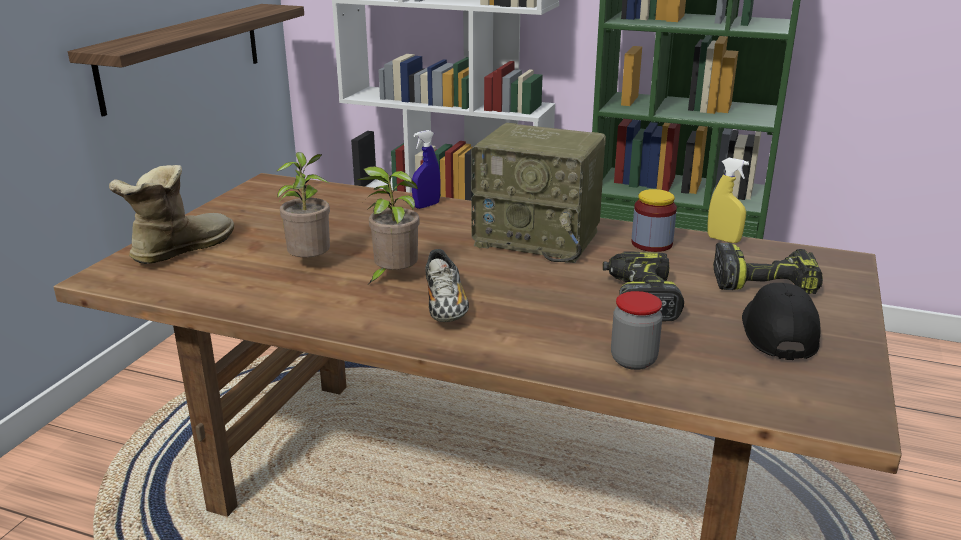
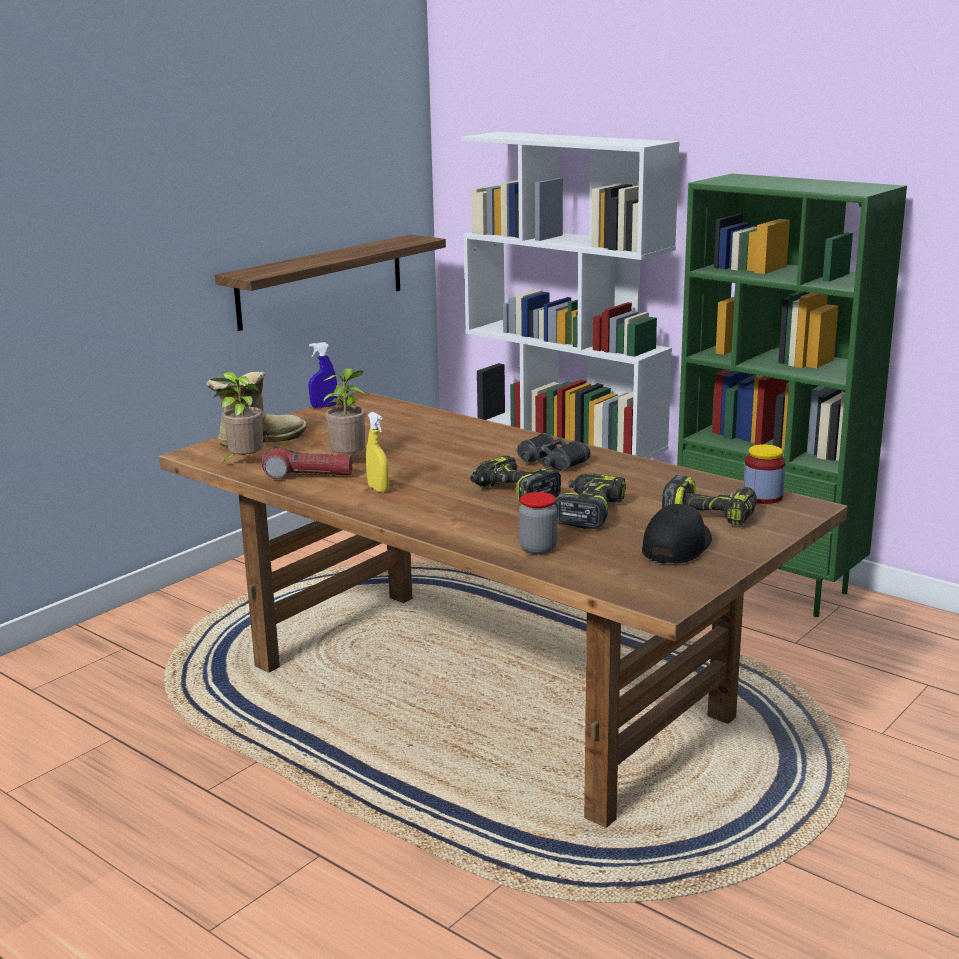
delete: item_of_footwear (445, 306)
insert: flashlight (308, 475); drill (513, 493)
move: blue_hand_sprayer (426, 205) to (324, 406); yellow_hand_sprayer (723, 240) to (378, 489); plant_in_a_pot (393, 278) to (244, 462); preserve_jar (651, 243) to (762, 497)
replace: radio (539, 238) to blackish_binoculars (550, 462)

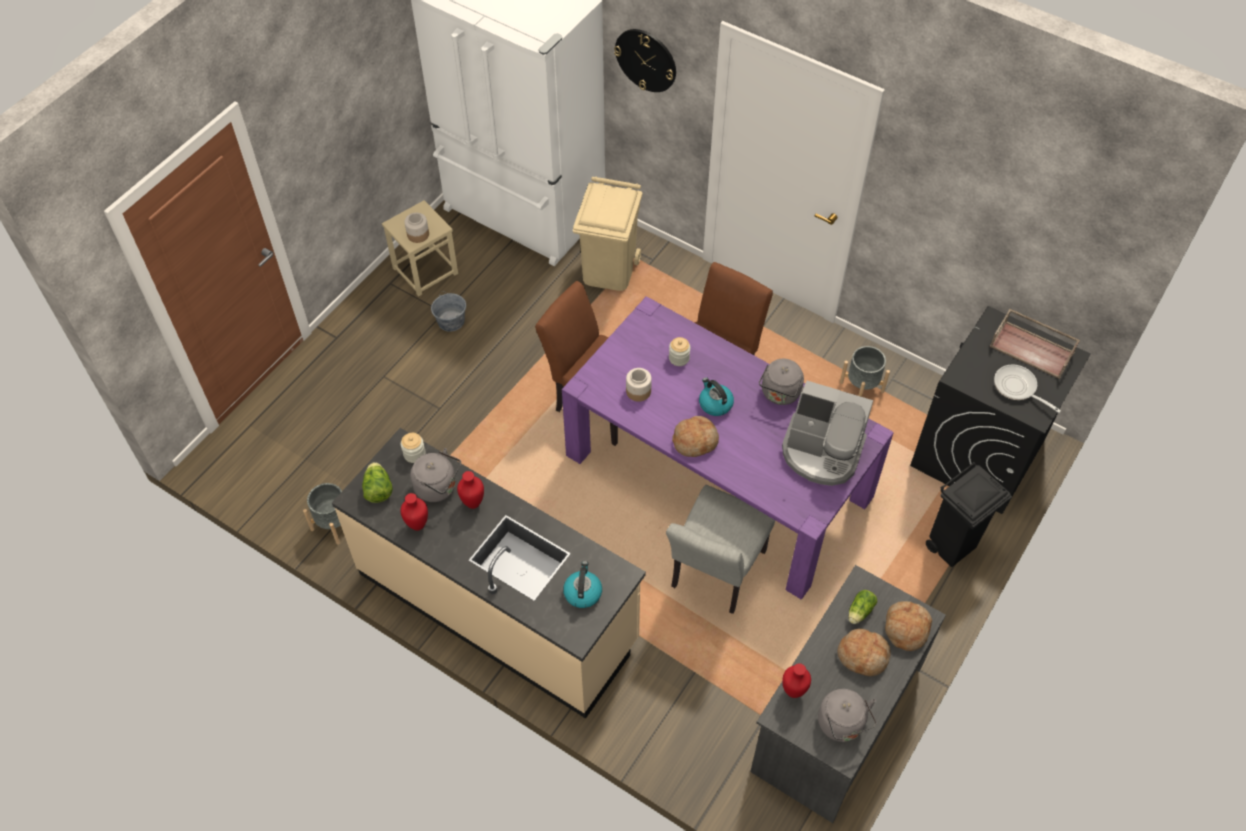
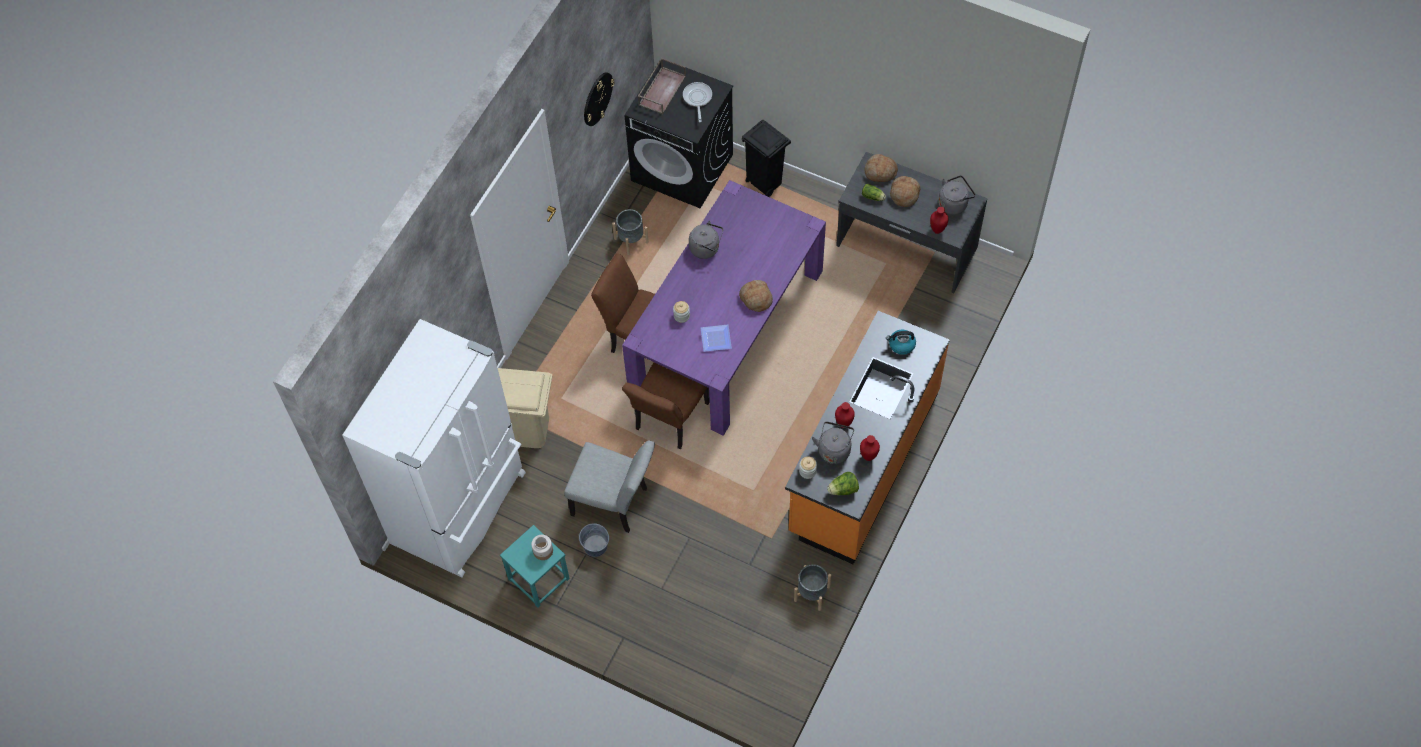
delete: tea_kettle (715, 404); coffee_machine (822, 452)
move: wall_clock (646, 60) to (597, 98); greyish_plain_chair (714, 575) to (615, 503)
replace: preserve_jar (638, 391) to dinner_plate (717, 339)
recolor: beige_sitting_stool (425, 270) to blue-green_sitting_stool (538, 579); beige_counter (498, 606) to orange_counter (862, 462)
rotate: frying_pan (1017, 388) = (697, 99) 135 degrees clockwise

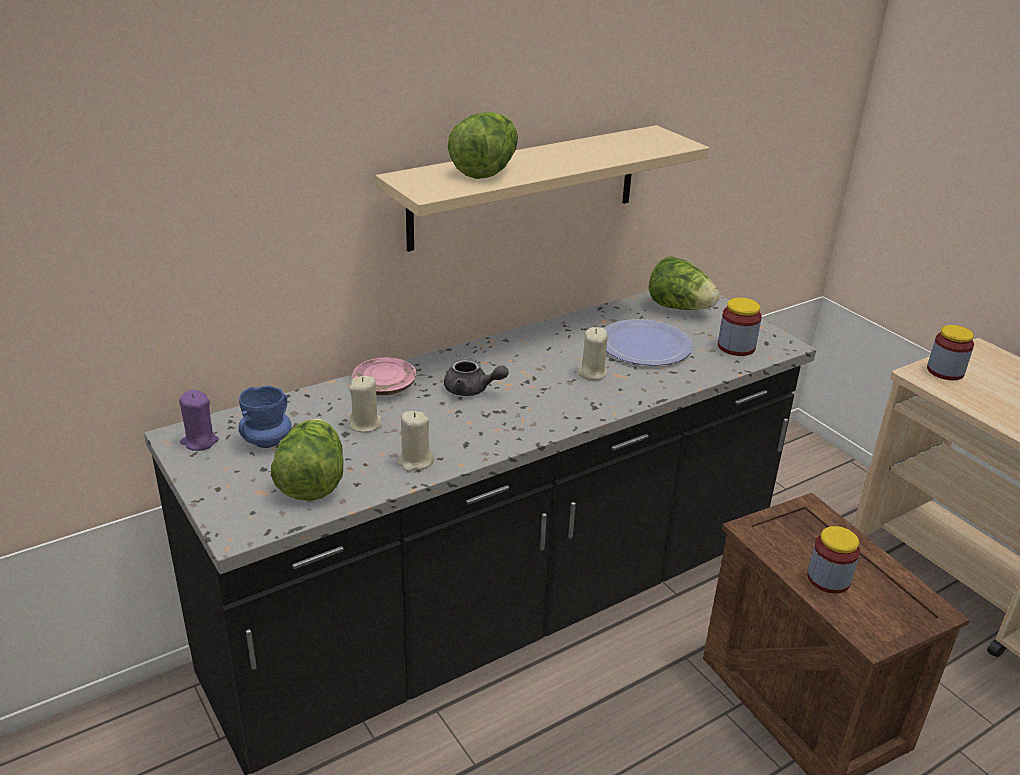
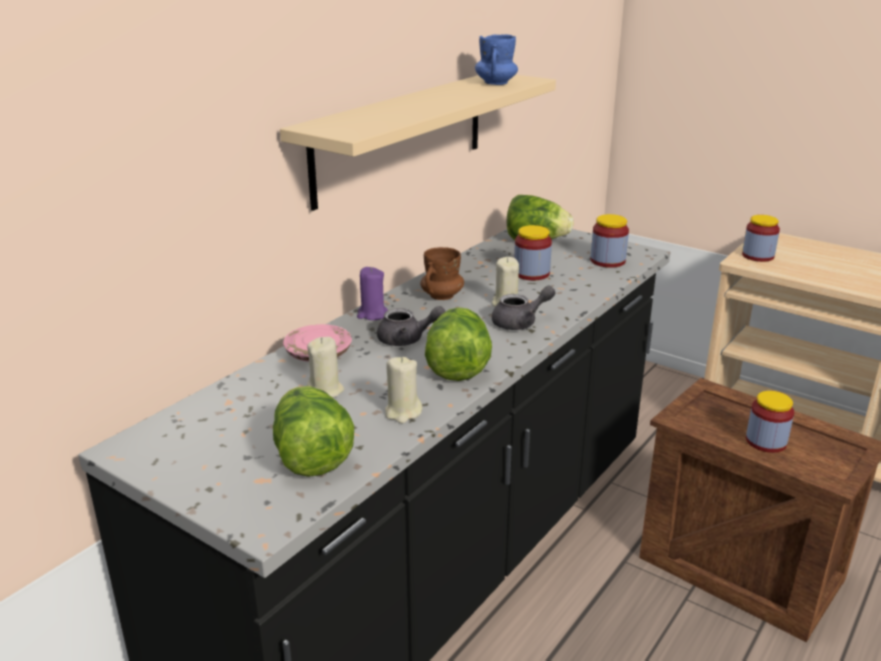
insert: brown_coffee_mug (442, 296); greyish_pot_for_tea (520, 323)
move: lettuce_head (486, 171) to (457, 367); blue_coffee_mug (266, 440) to (495, 83); purple-coloured_wax_candle (199, 441) to (372, 314)
replace: dinner_plate (645, 345) to preserve_jar (531, 273)

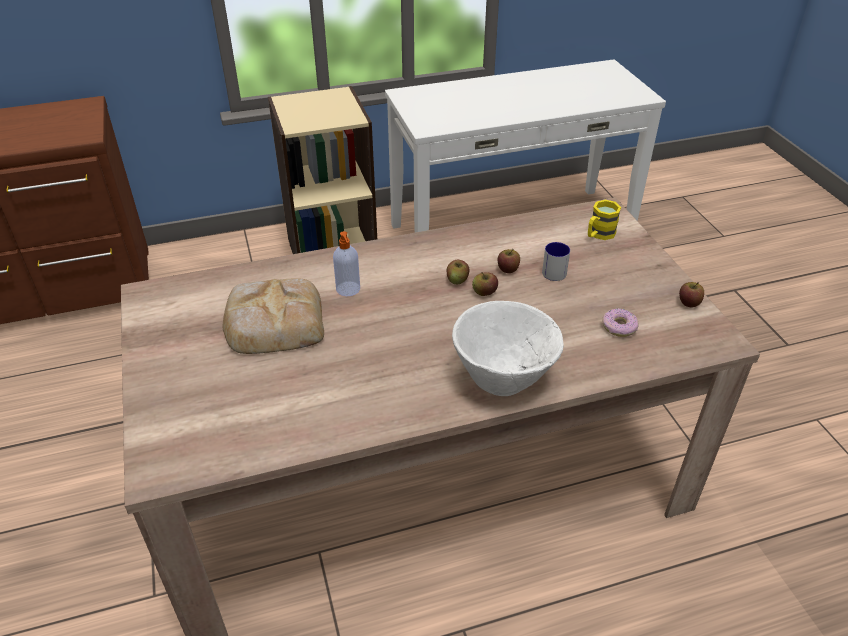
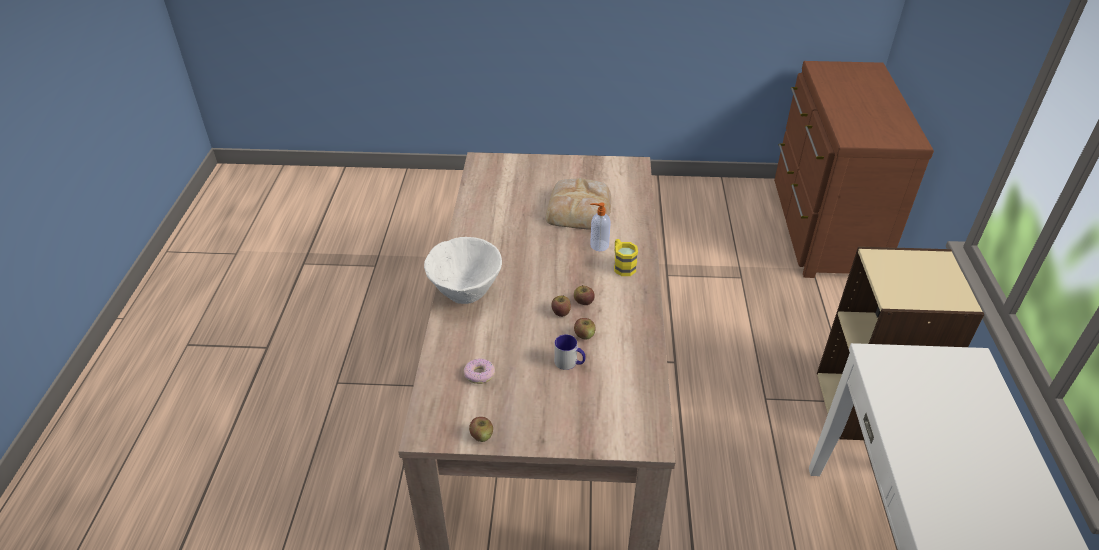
move: yellow_coffee_mug (598, 234) to (622, 265)

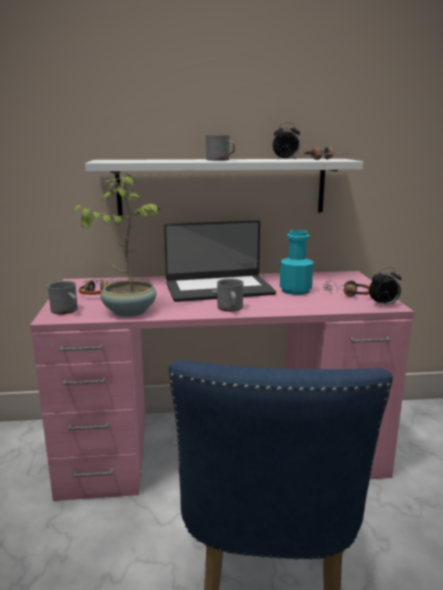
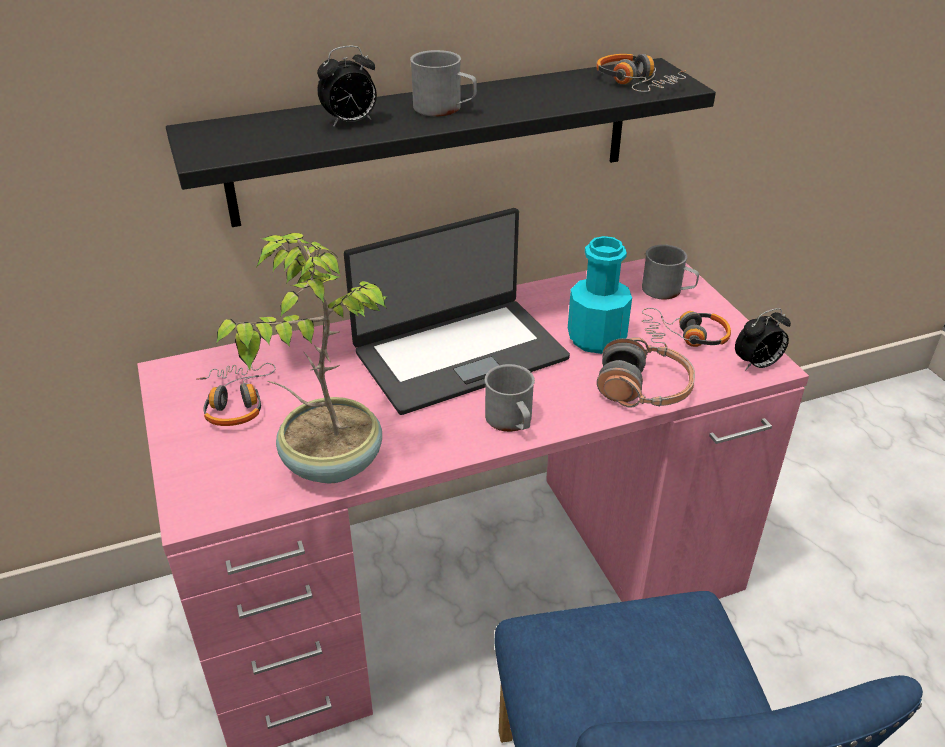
insert: headset (644, 389)
move: table_clock (285, 159) to (350, 122); greyish_coffee_mug (66, 311) to (667, 291)
recolor: whitish_shelf (222, 186) to blackish_shelf (434, 141)

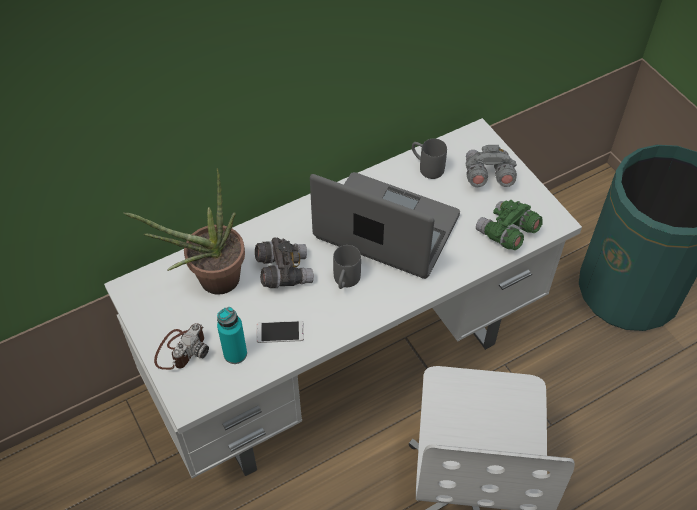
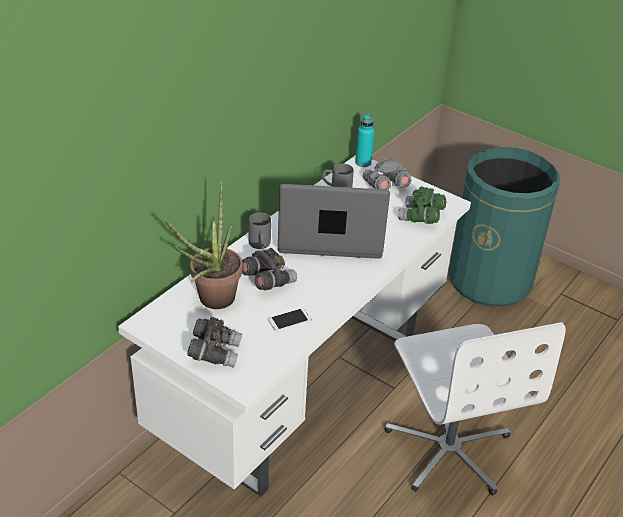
move: greyish_coffee_mug (345, 282) to (260, 246); blue-green_drink_bottle (235, 354) to (363, 162)
replace: still_camera (181, 349) to greyish_binoculars (215, 352)

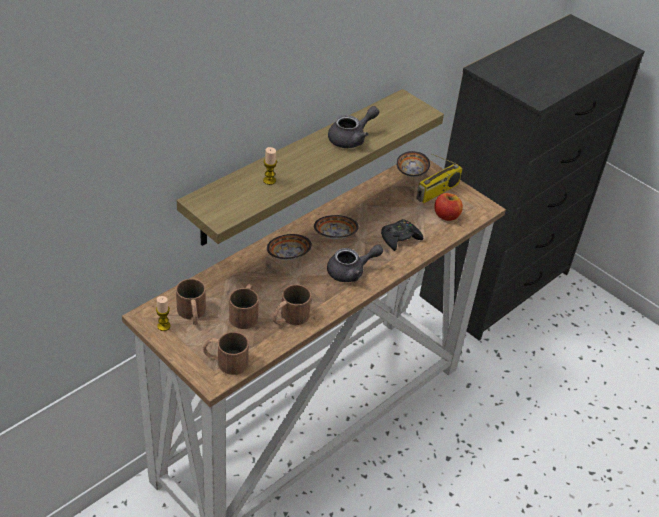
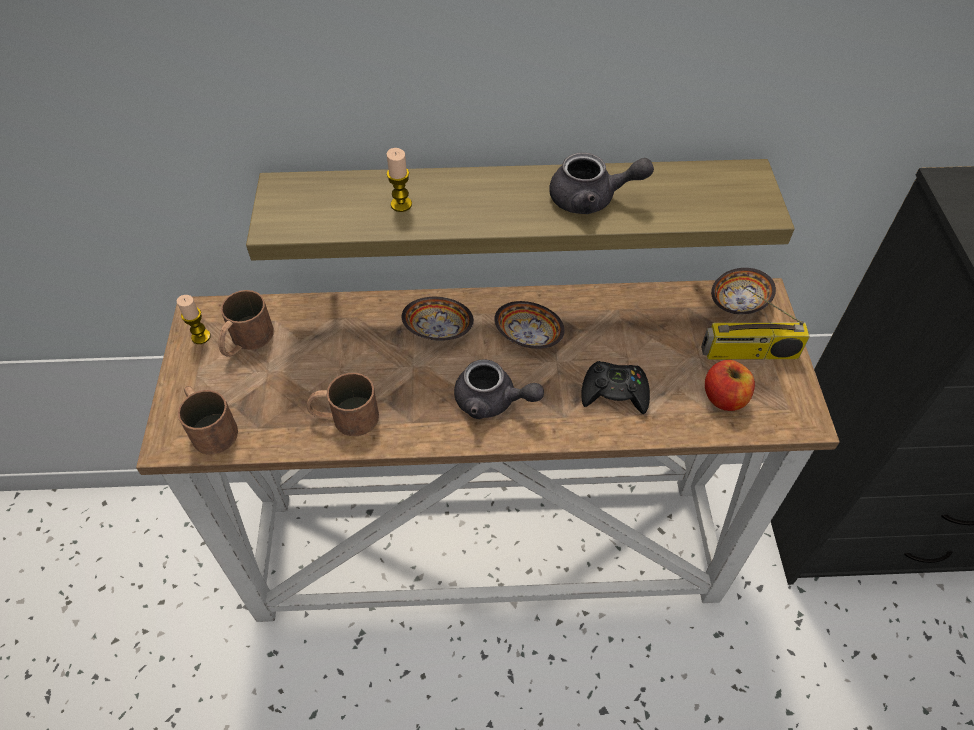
delete: brown_coffee_mug (245, 313)

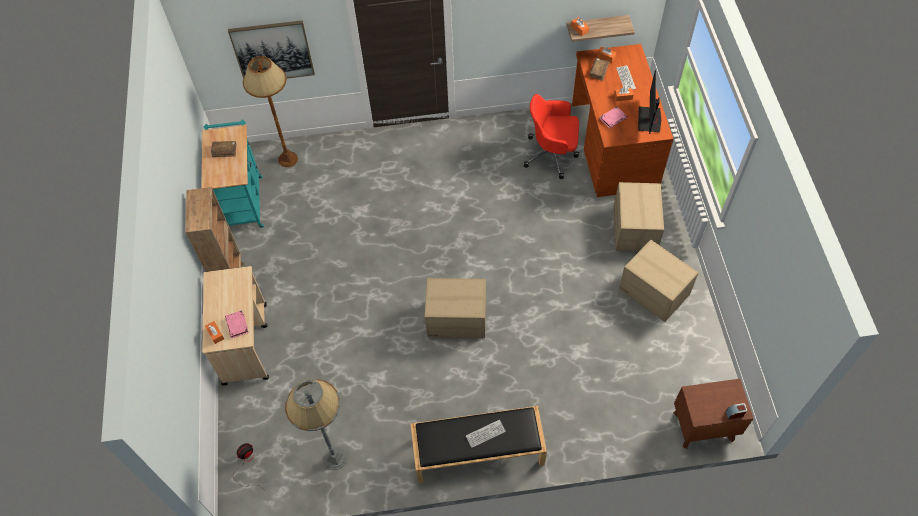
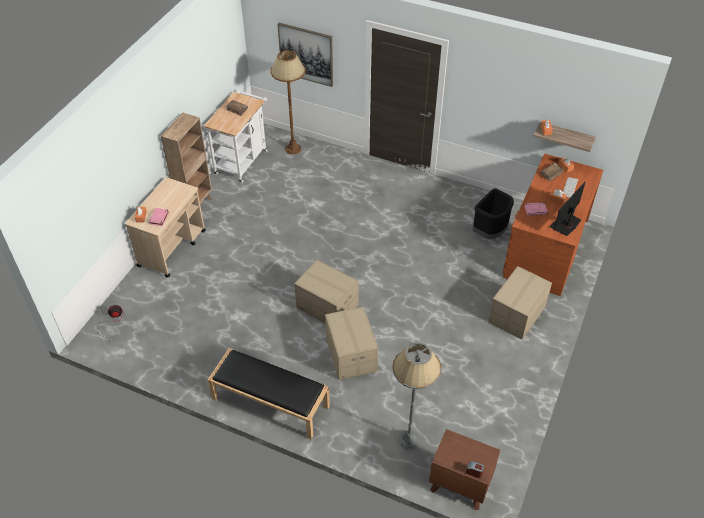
delete: computer_keyboard (485, 434)
move: carton (653, 291) to (350, 354); greyish_standard_lamp (334, 458) to (409, 439)
replace: red_office_chair (552, 154) to blackish_rubbish_bin (490, 232)
recolor: blue-green_trolley (242, 200) to whitish_trolley (242, 160)

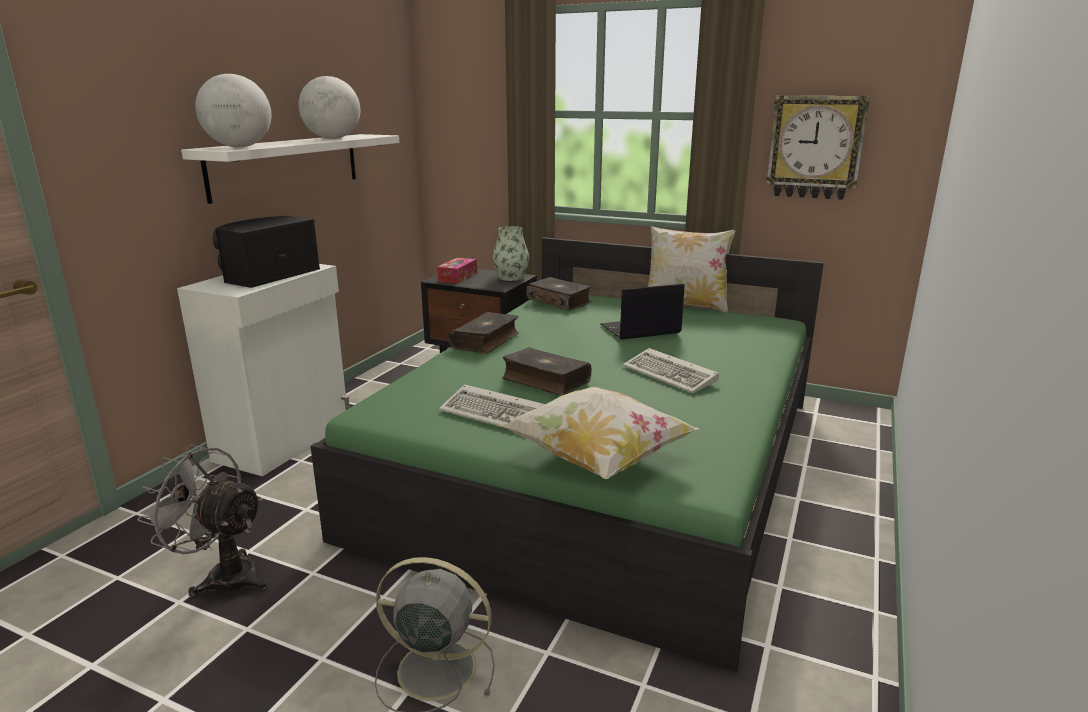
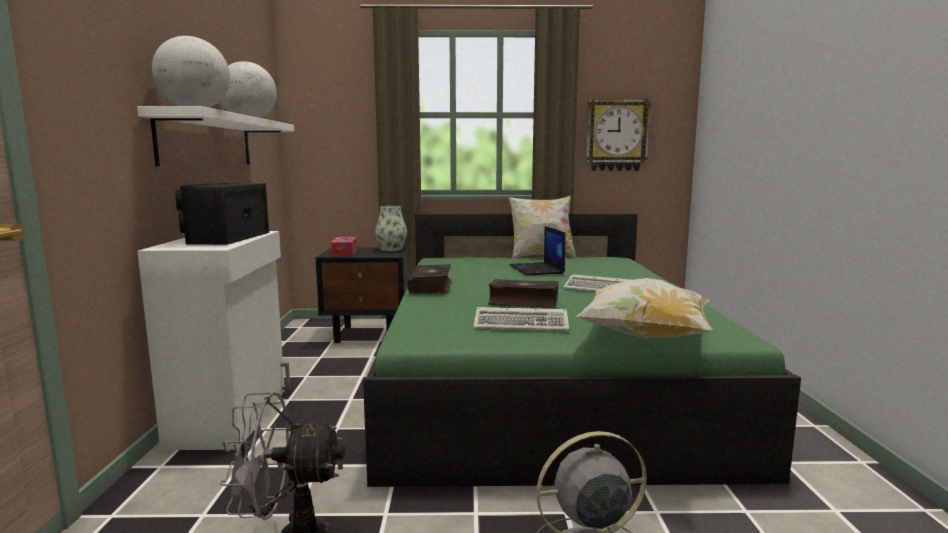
delete: book (559, 301)
rotate: laptop (639, 329) = (537, 269) 60 degrees counterclockwise

